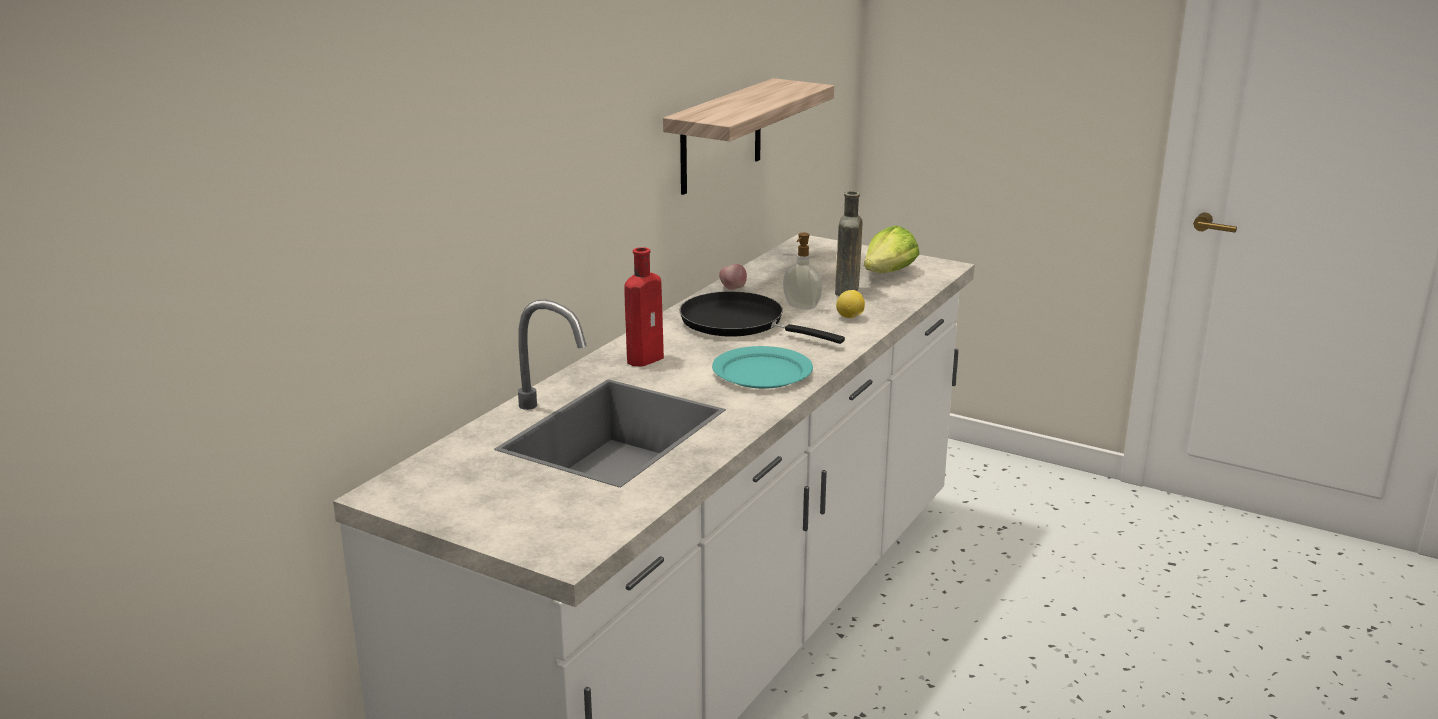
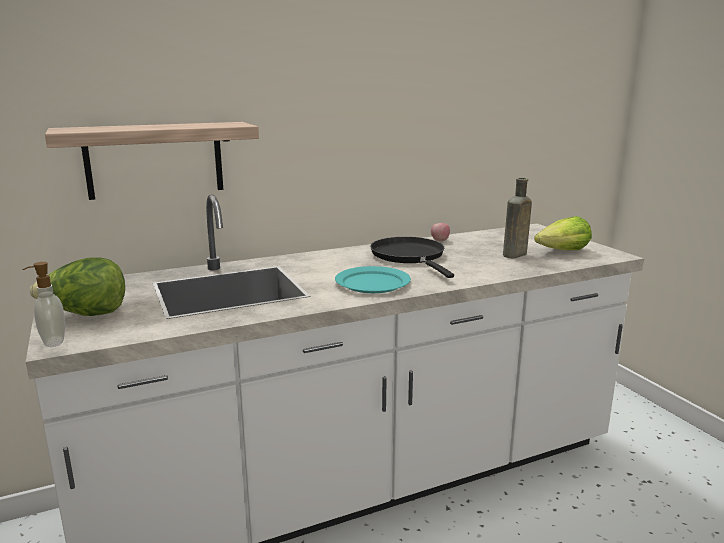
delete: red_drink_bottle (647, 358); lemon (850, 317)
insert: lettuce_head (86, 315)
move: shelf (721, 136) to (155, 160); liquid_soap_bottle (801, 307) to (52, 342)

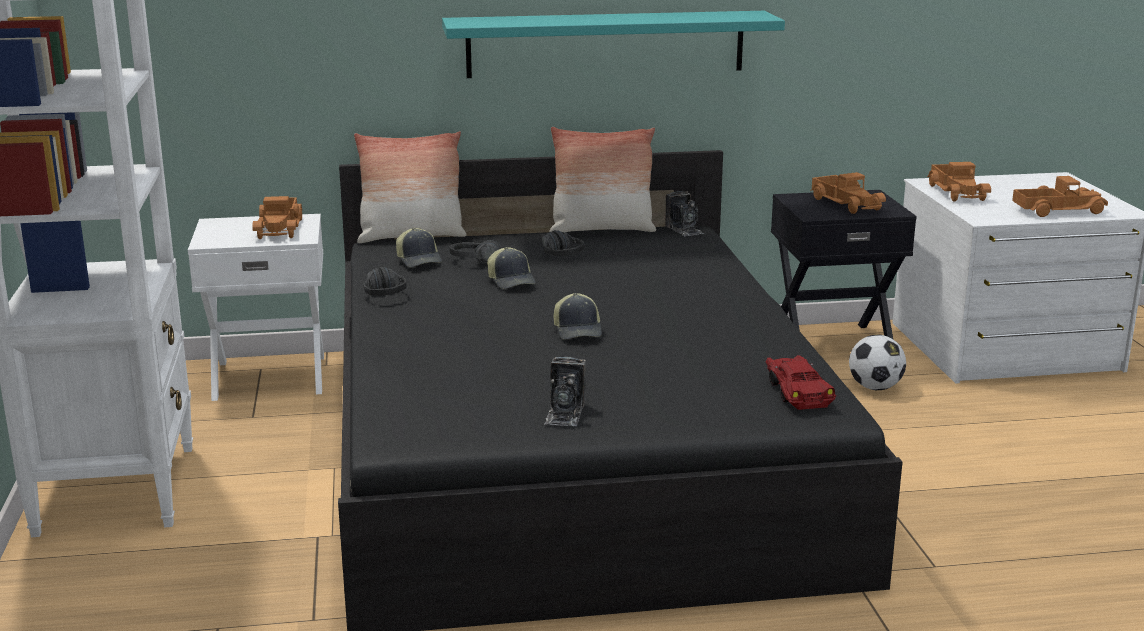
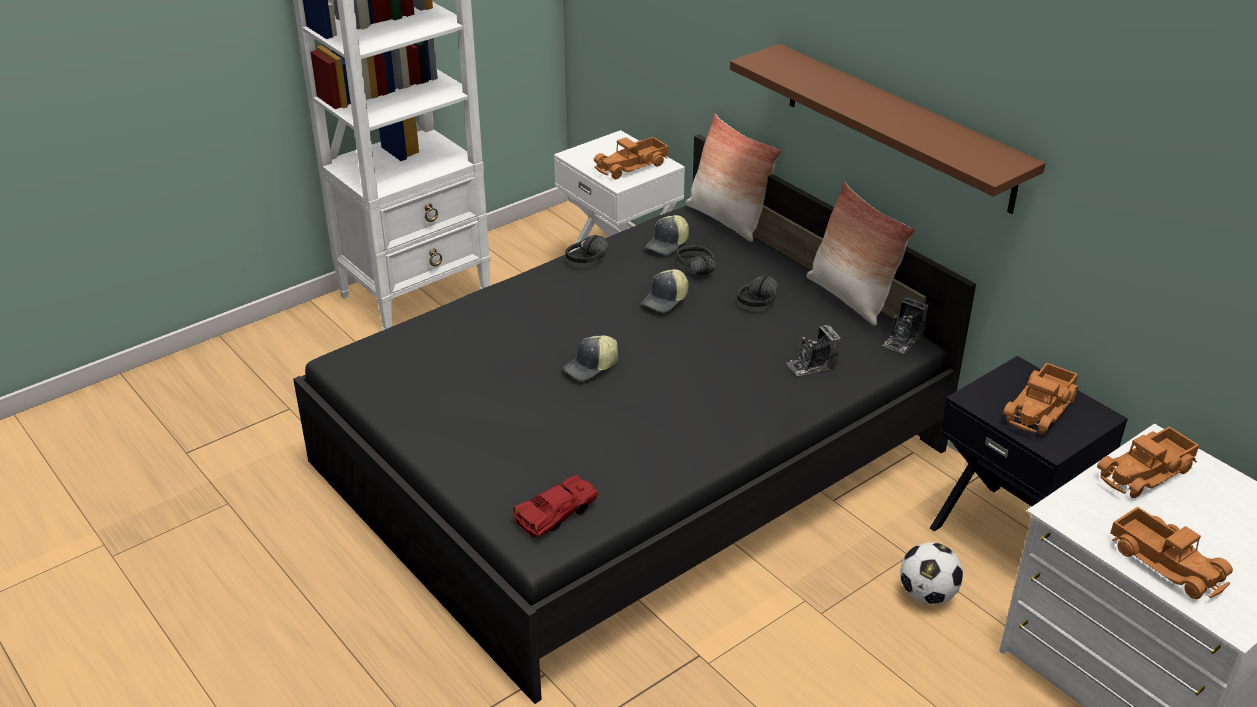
move: still_camera (565, 413) to (812, 365)
recolor: blue-green_shelf (606, 44) to brown_shelf (898, 127)

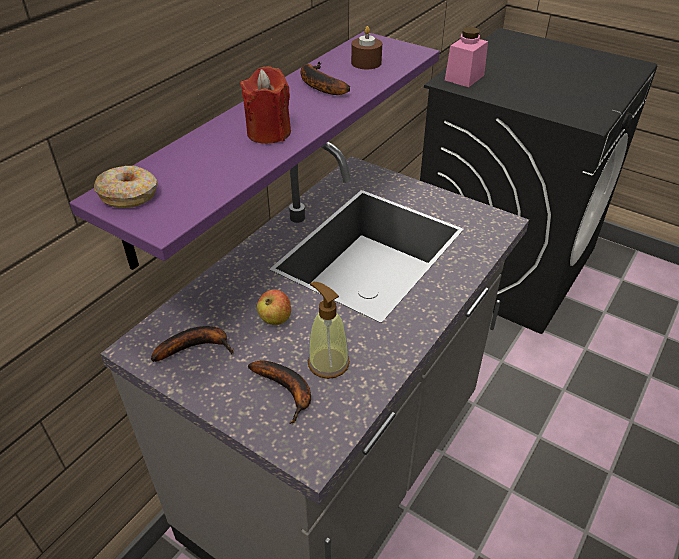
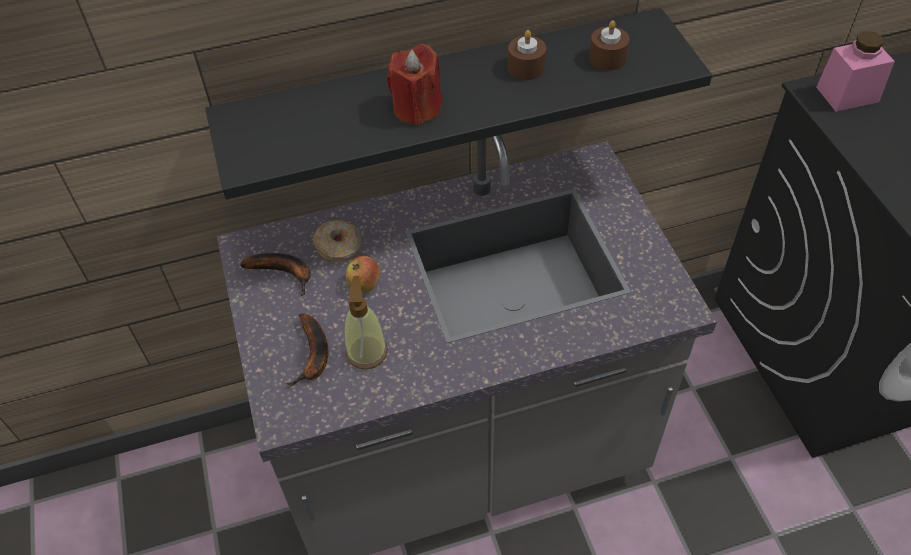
move: doughnut (129, 195) to (339, 246)
replace: banana_fruit (318, 84) to brown_wax_candle (526, 67)
recolor: purple-coloured_shelf (251, 141) to blackish_shelf (444, 96)

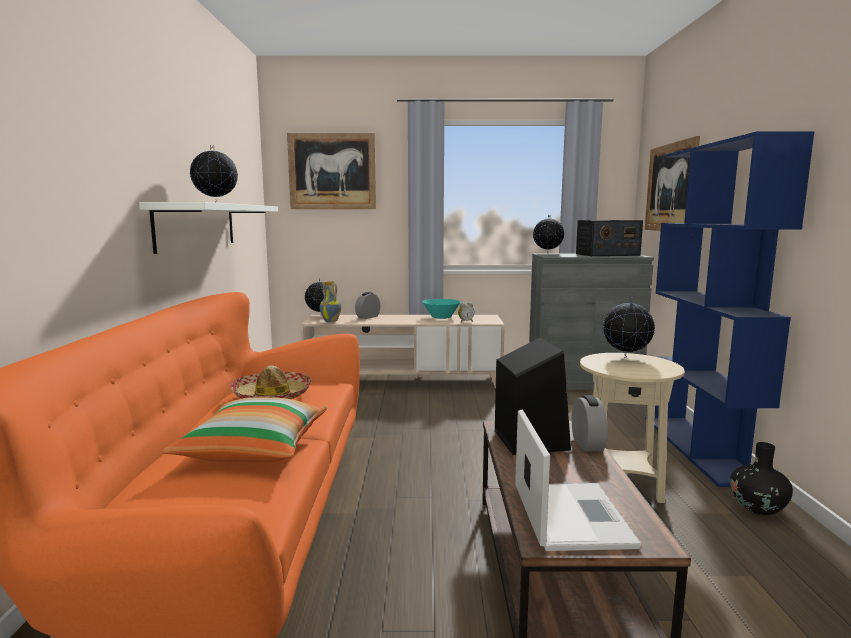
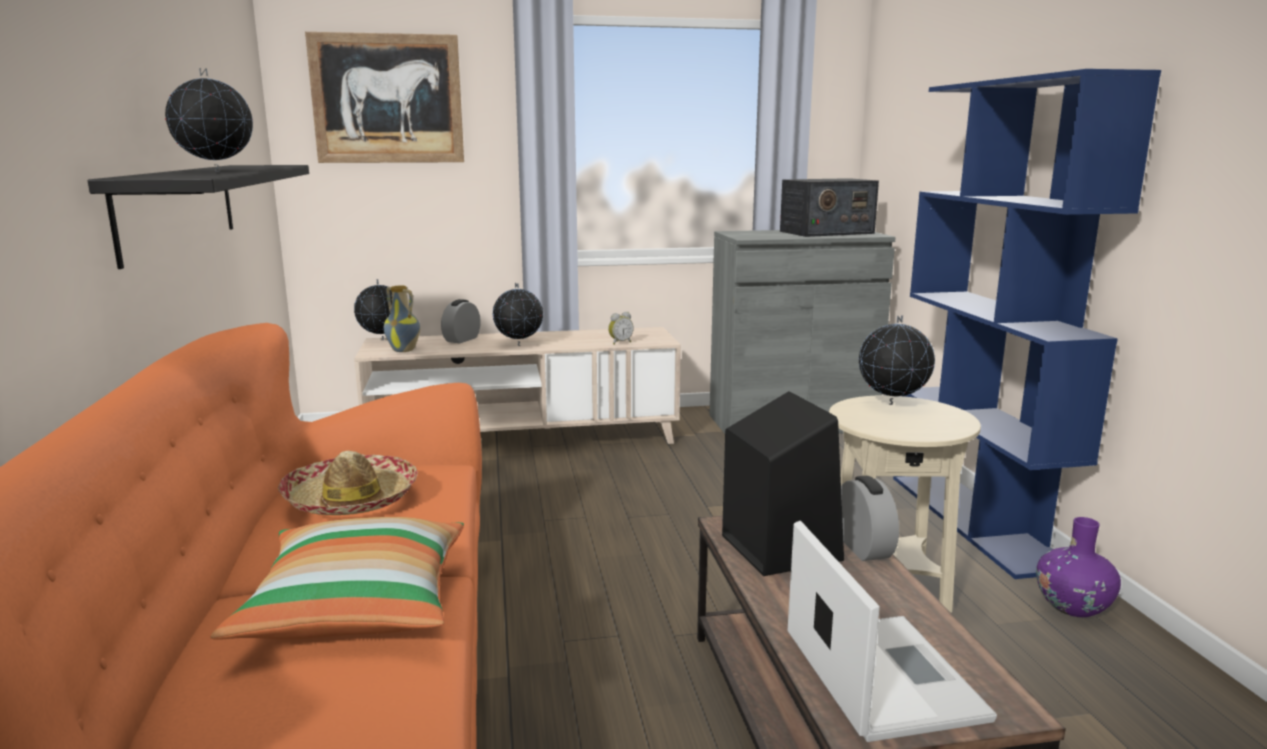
delete: wall_picture (671, 187); blue-green_bowl (441, 317)
move: world_globe (547, 253) to (519, 345)
recolor: whitish_shelf (197, 226) to blackish_shelf (179, 208); blackish_decorative_vase (758, 507) to purple-coloured_decorative_vase (1073, 606)

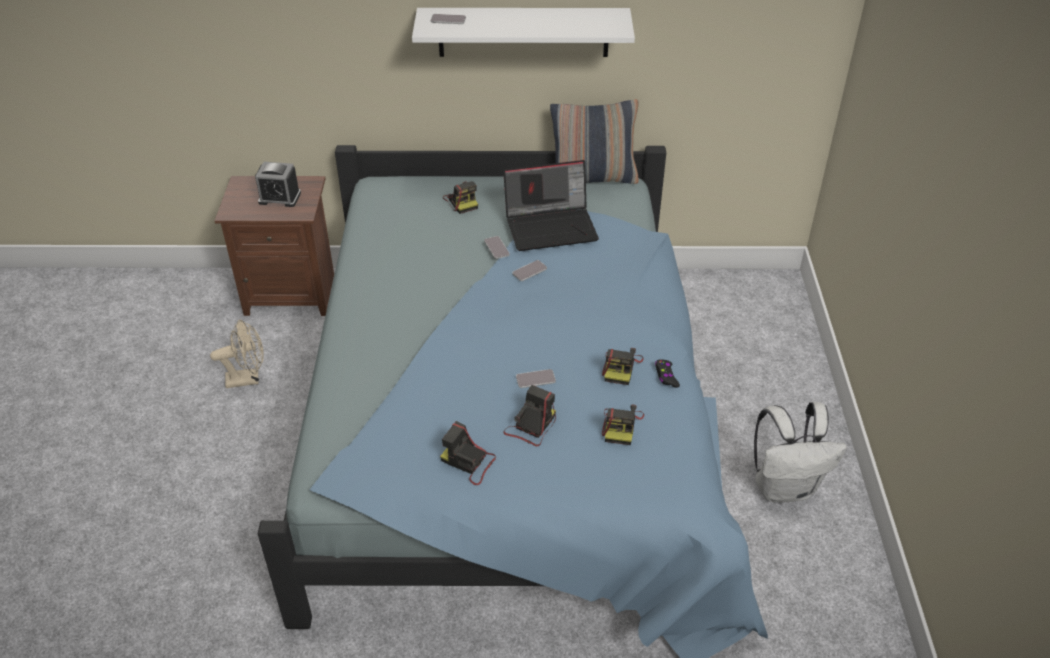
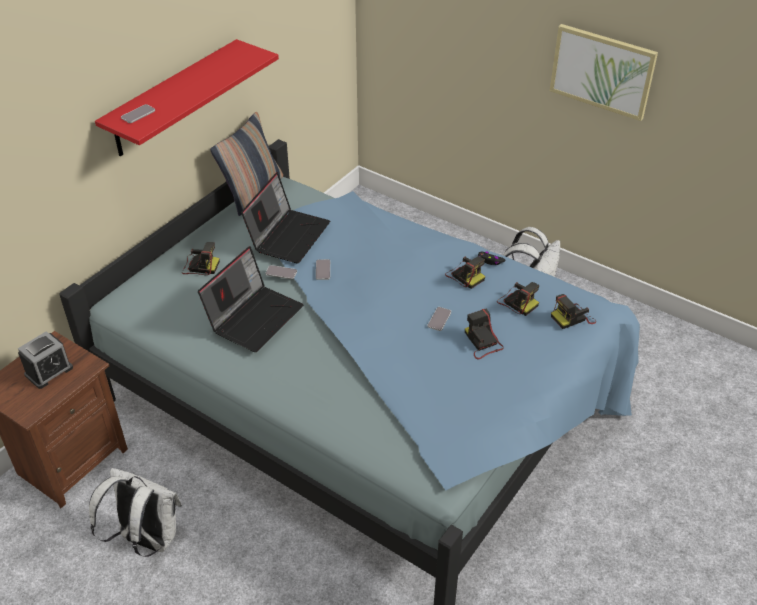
insert: wall_picture (602, 71); laptop (254, 316)
move: still_camera (469, 462) to (572, 318)
replace: beige_electric_fan (248, 379) to whitish_knapsack (146, 539)
recolor: whitish_shelf (523, 32) to red_shelf (173, 99)

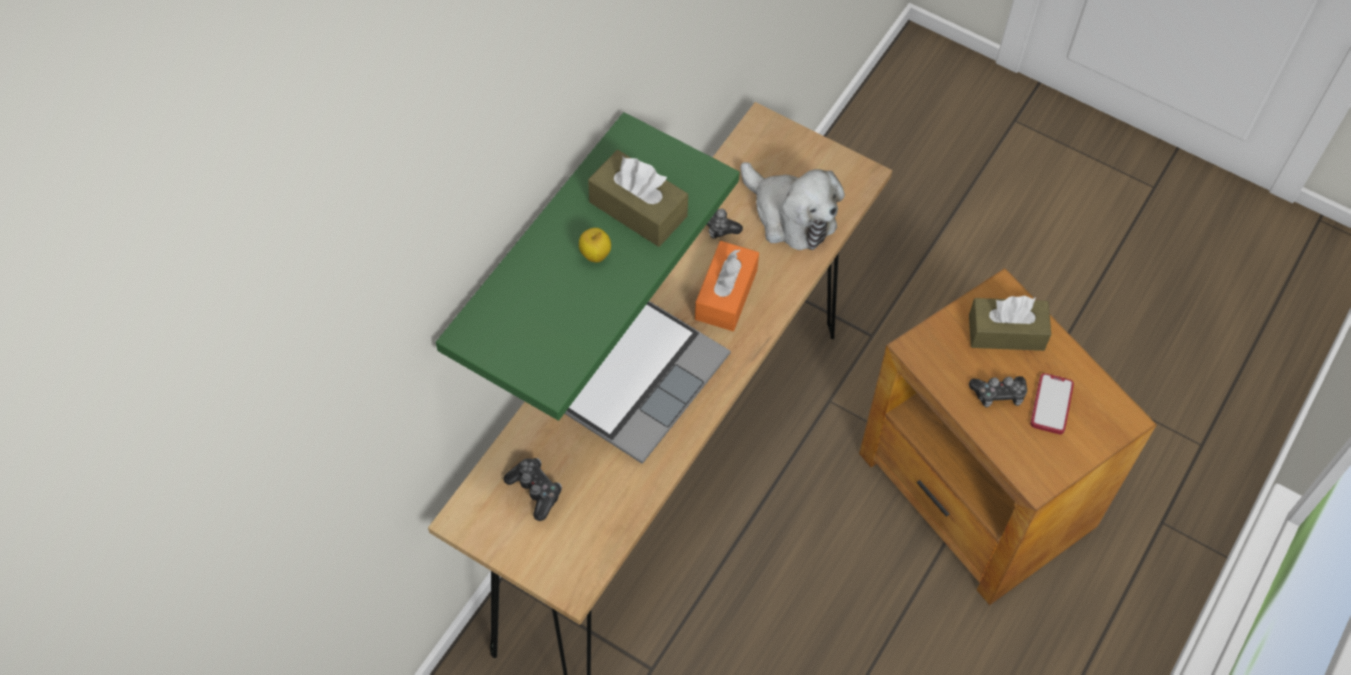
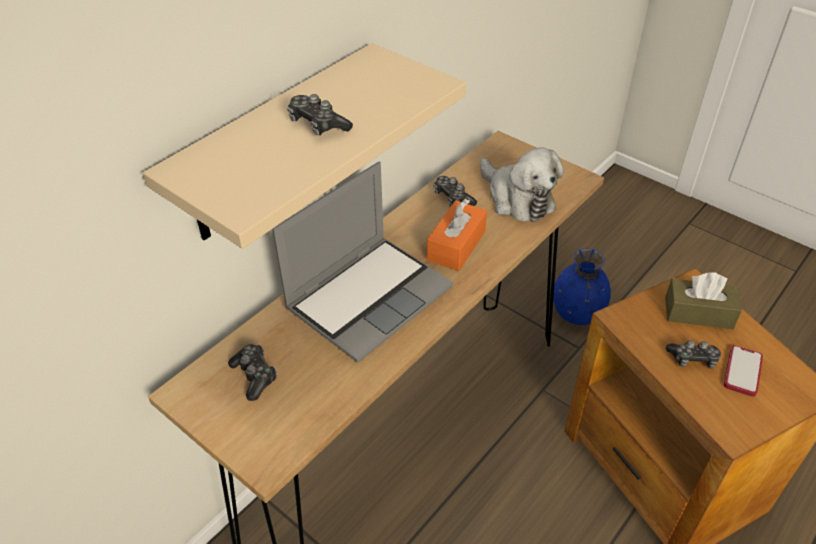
delete: brown_box_of_tissues (638, 209)
insert: blue_decorative_vase (577, 314)
replace: whole_apple (595, 255) to joypad (318, 124)
recolor: greenish_shelf (536, 253) to beige_shelf (276, 145)

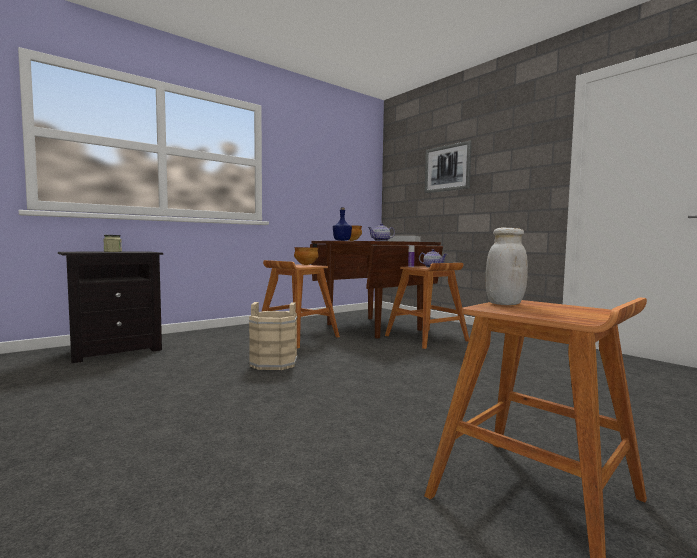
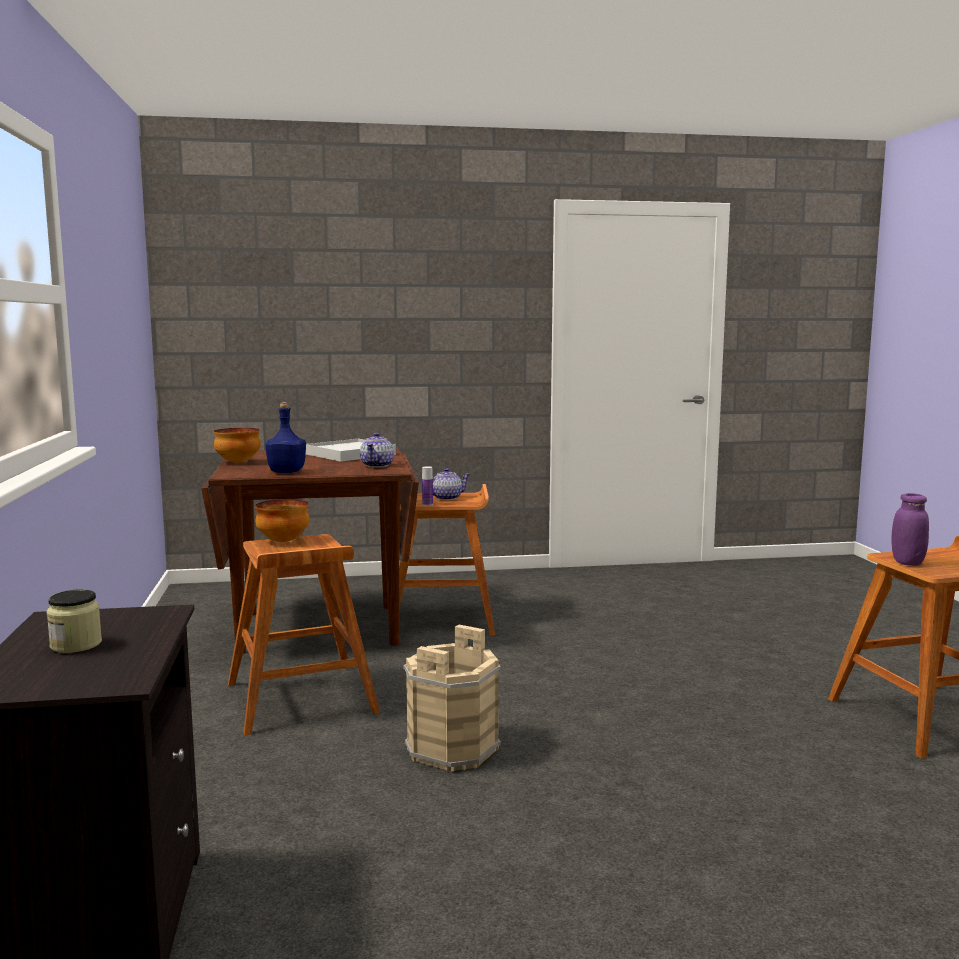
delete: wall_picture (447, 168)
recolor: whitish_preserve_jar (504, 303) to purple-coloured_preserve_jar (907, 562)

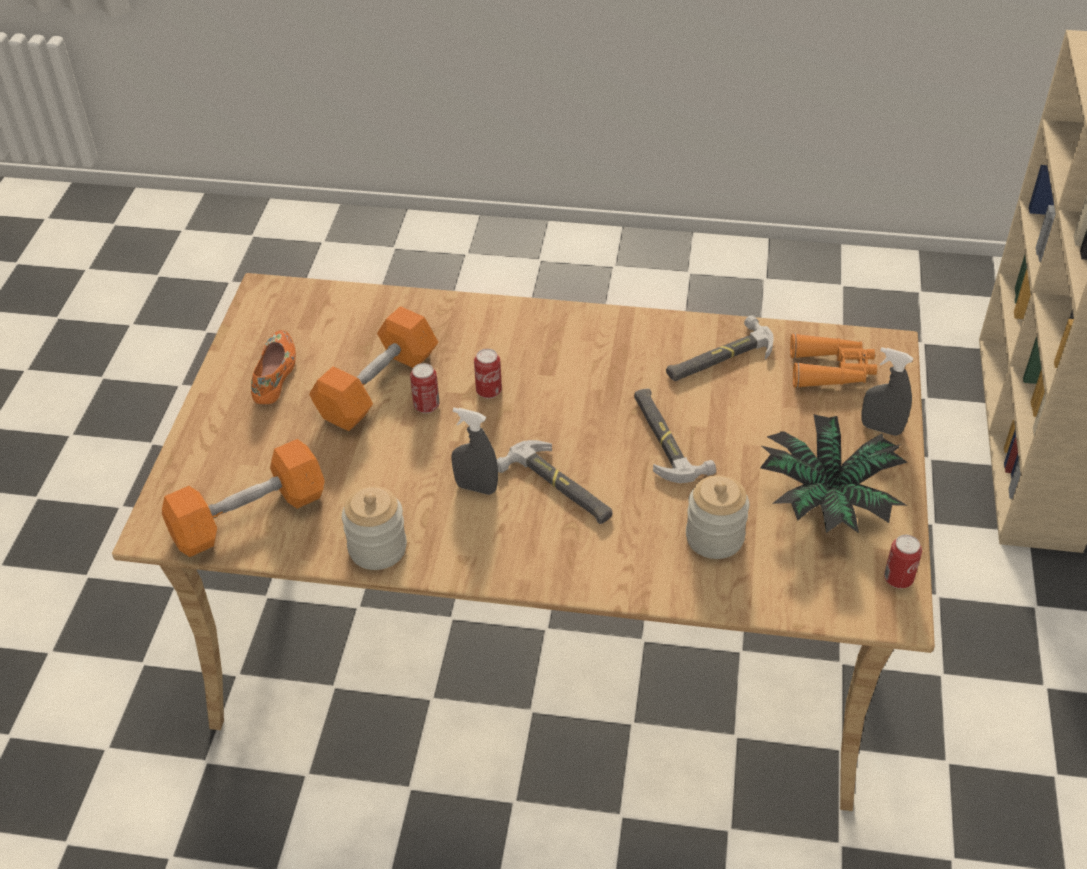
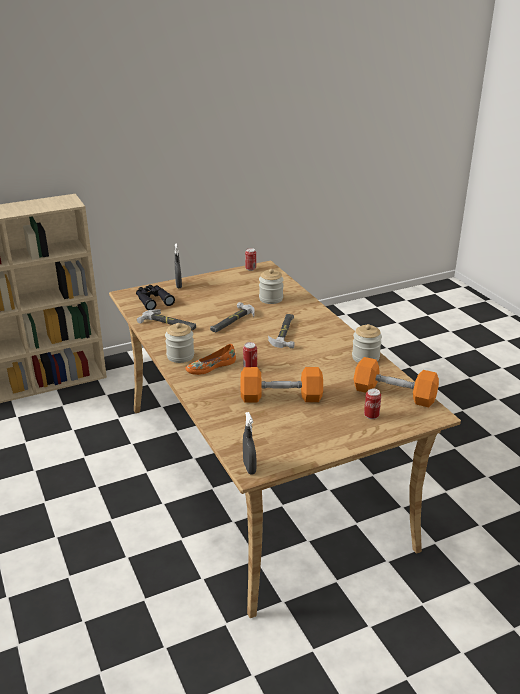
delete: plant_in_a_pot (826, 500)
insert: preserve_jar (180, 356)
move: orange_item_of_footwear (275, 373) to (210, 366); can (426, 406) to (371, 416); greyish_hand_sprayer (476, 487) to (249, 468)
recolor: orange_binoculars (832, 370) to blackish_binoculars (153, 300)

